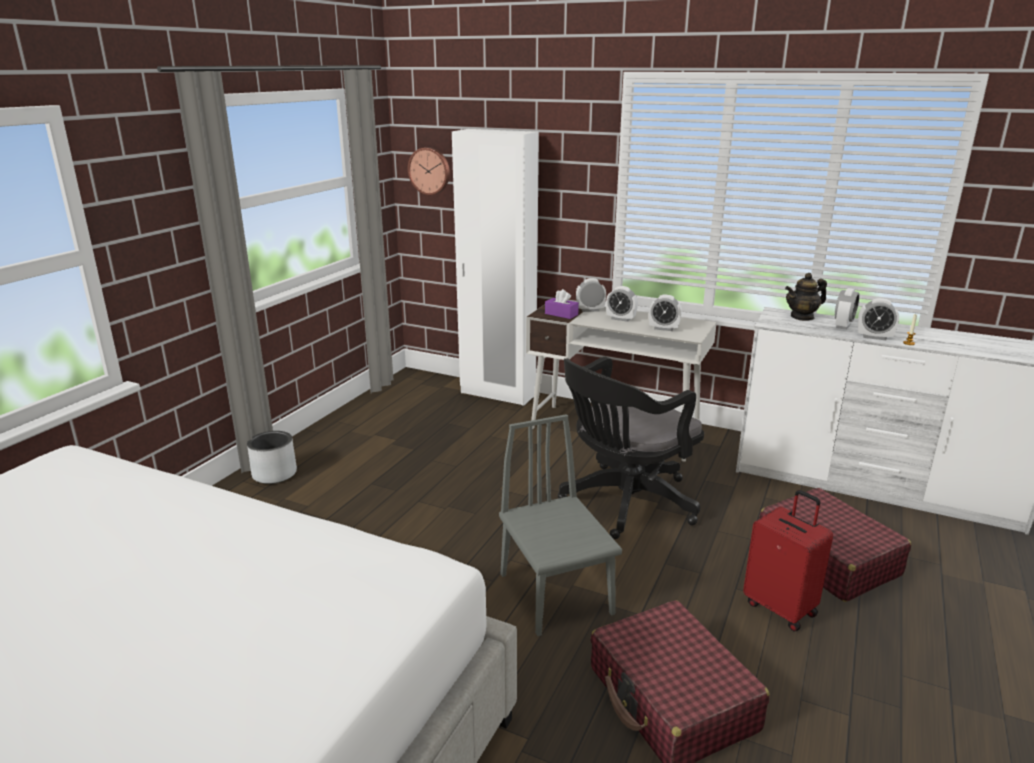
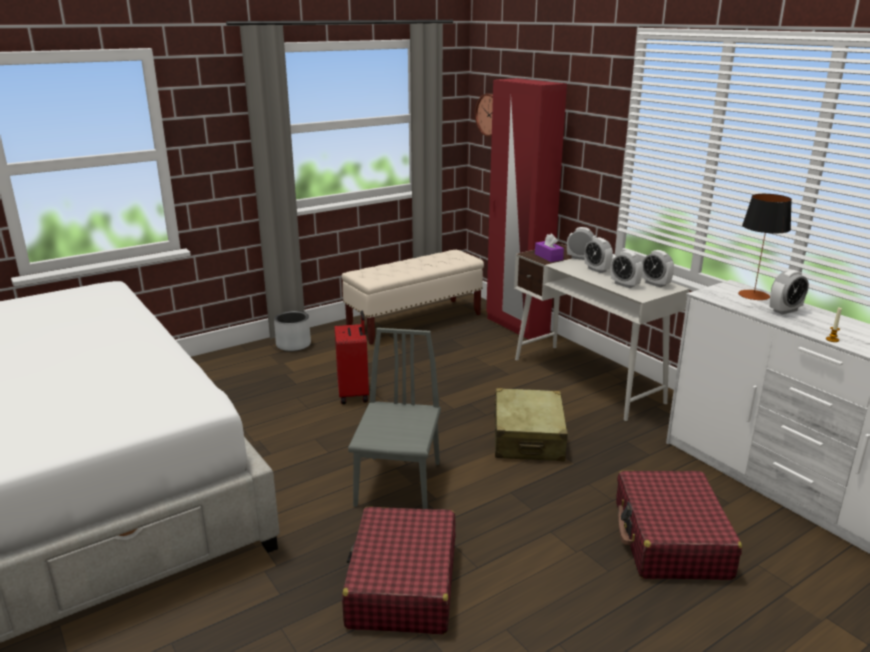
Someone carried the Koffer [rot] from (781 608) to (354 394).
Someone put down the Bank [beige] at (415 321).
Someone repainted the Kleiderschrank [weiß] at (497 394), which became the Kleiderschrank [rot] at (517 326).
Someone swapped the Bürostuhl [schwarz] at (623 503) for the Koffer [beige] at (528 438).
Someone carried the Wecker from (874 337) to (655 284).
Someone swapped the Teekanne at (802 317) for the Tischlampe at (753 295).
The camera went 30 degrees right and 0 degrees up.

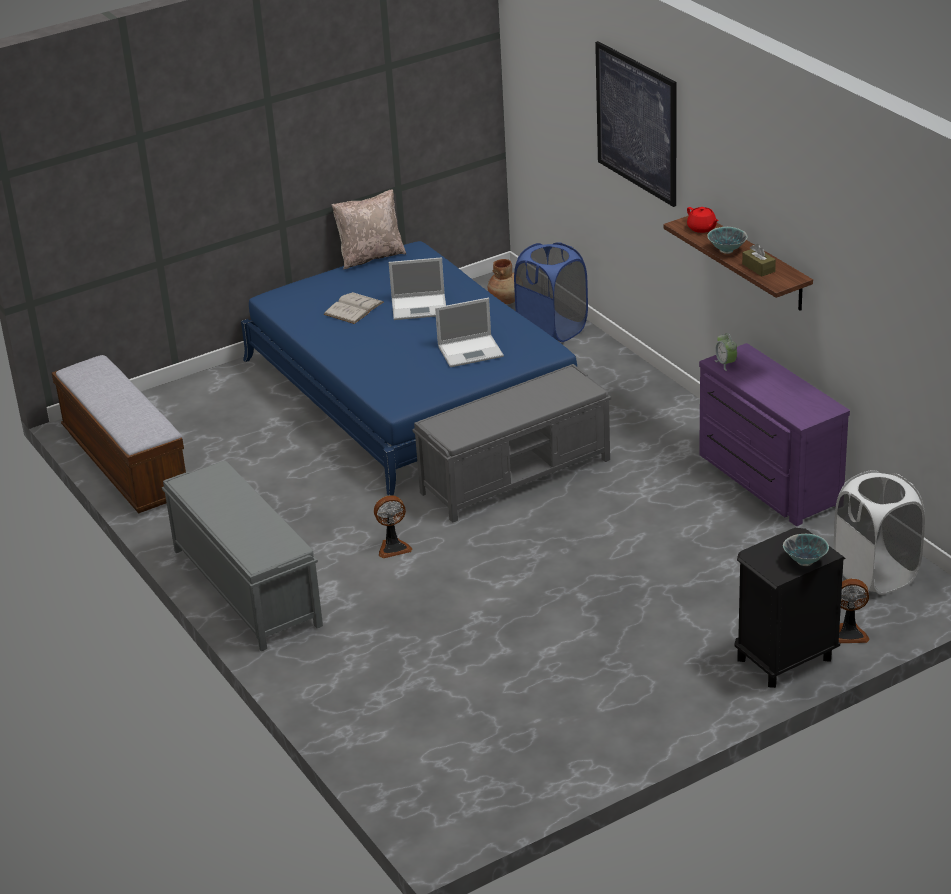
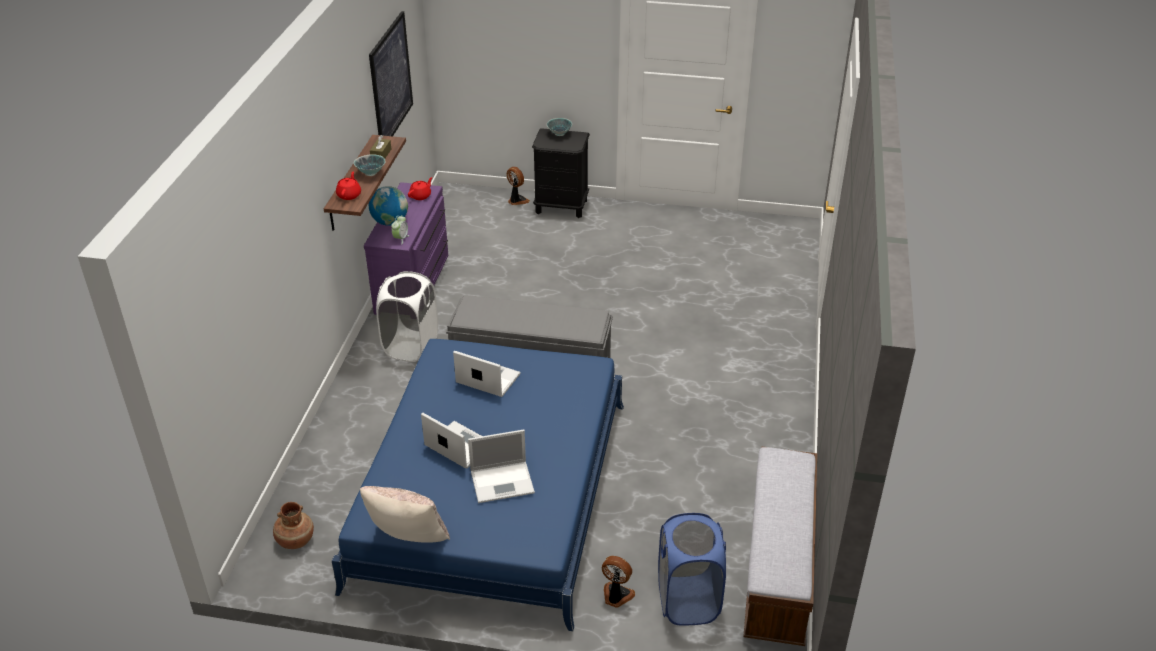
Someone carried the Bild from (637 123) to (391 80).
Someone put down the Globus at (390 222).
Someone carried the Wäschekorb [weiß] from (876 574) to (411 346).
Someone put down the Teekanne [rot] at (421 196).
Someone swapped the Buch [weiß] at (353 308) for the Laptop at (503 481).
Someone carried the Ventilator from (393 547) to (616 596).
Someone carried the Wäschekorb [blau] from (552 329) to (687 601).
Someone took away the Bank [grau] at (245 587).
The camera went 140 degrees left and 5 degrees up.

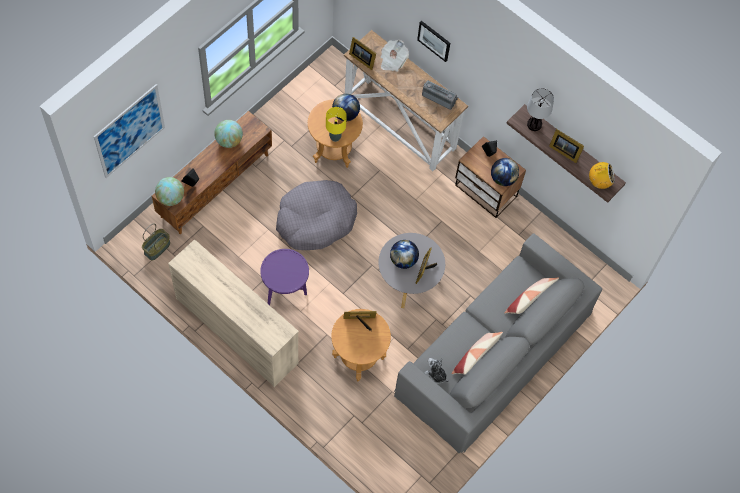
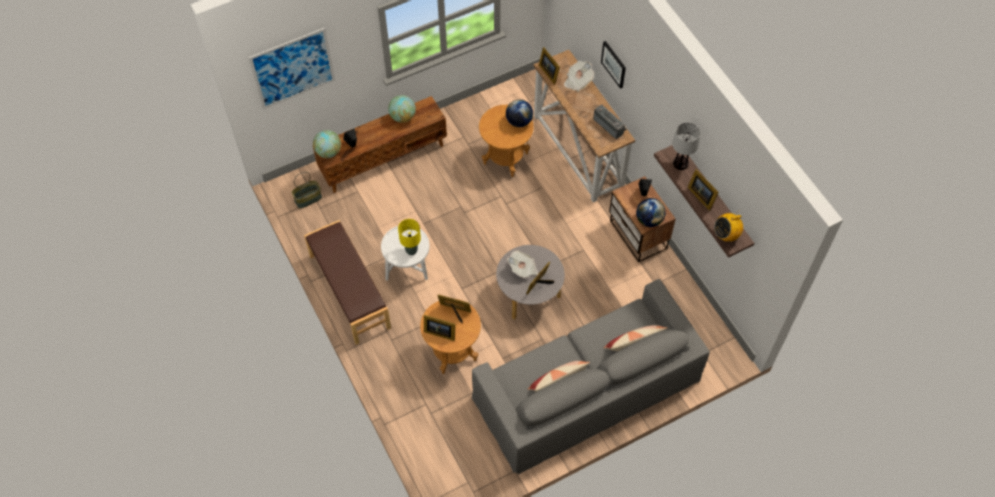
Someone swapped the Kommode [beige] at (237 330) for the Bank [braun] at (349 292).
Someone repainted the Beistelltisch [lila] at (285 291), which became the Beistelltisch [weiß] at (408 270).
Someone carried the Tischlampe [gelb] from (335 137) to (411 250).
Someone put down the Bilderrahmen at (439 332).
Someone swapped the Globus at (403 260) for the Zeitung at (523 269).
Someone rotated the Radio at (599 182) by 135 degrees clockwise.
Someone took away the Hundebett [grau] at (315 220).
Someone took away the Plüschtier at (435 375).
The camera went 25 degrees right and 5 degrees down.

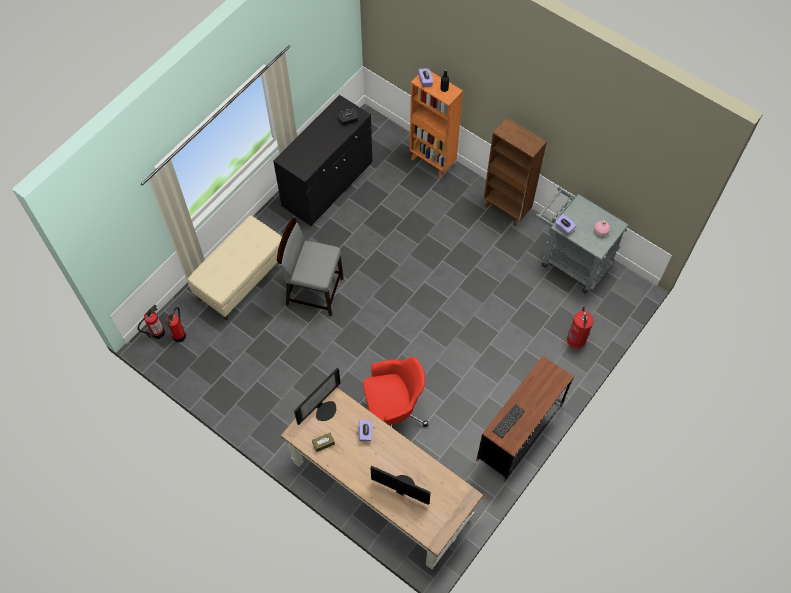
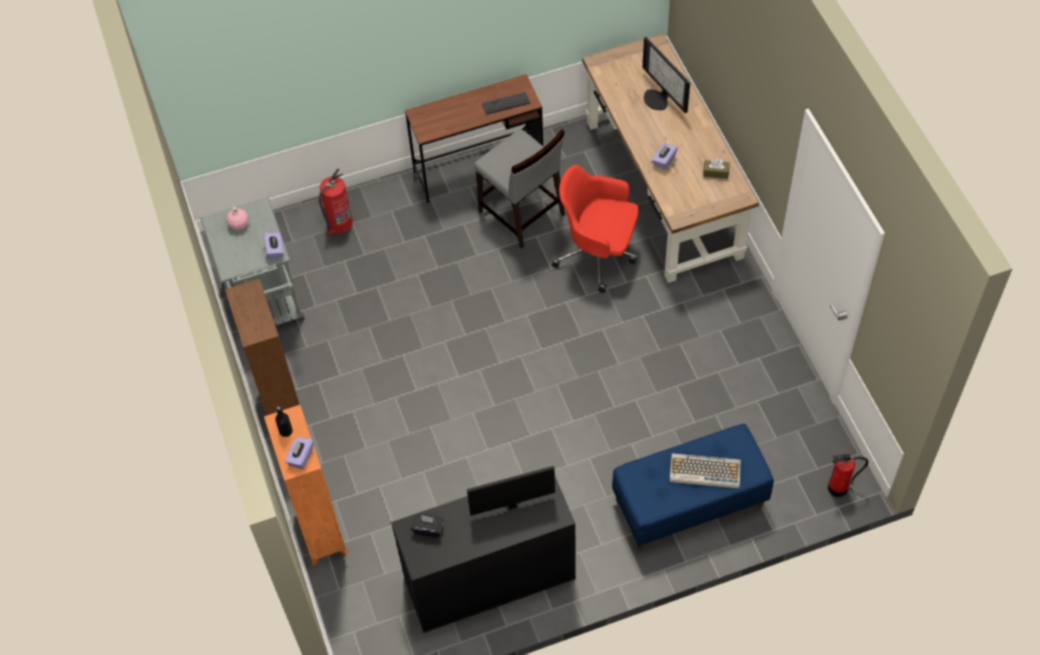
Someone carried the Monitor from (324 409) to (509 499).
Someone carried the Stuhl [grau] from (314 291) to (522 214).
Someone repainted the Bank [beige] at (241 278), which became the Bank [blau] at (689 504).
Someone put down the Tastatur at (704 471).
Someone took away the Feuerlöscher at (179 336).
The camera went 145 degrees left and 5 degrees down.

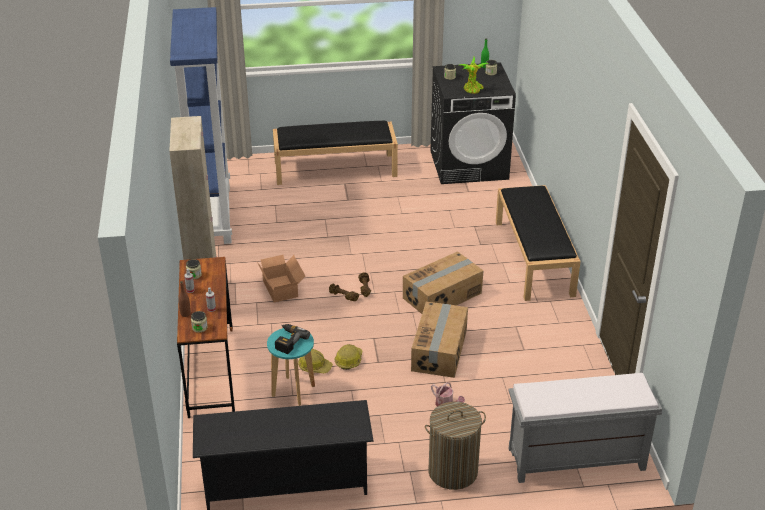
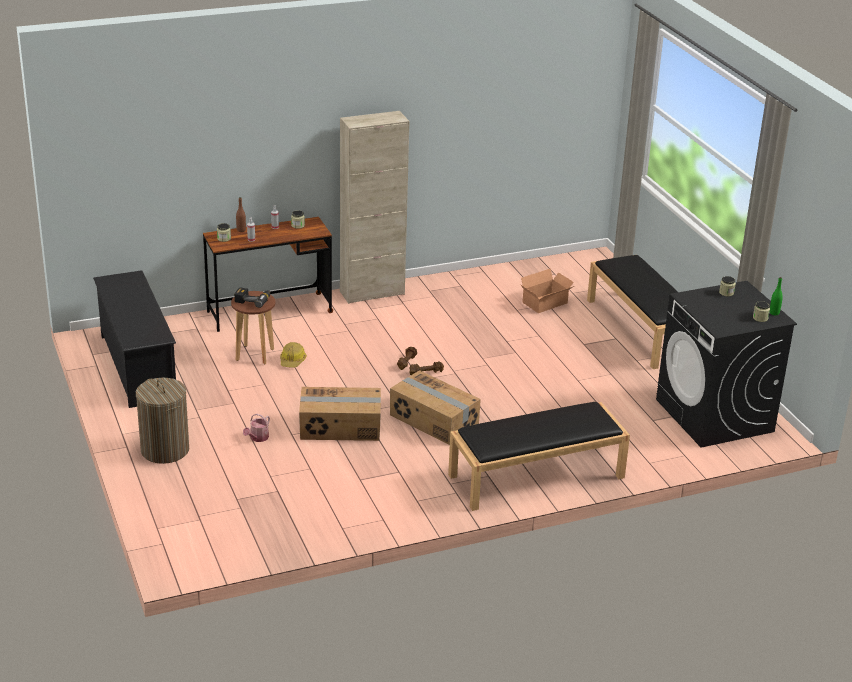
Someone repainted the Hocker [türkis] at (293 391), which became the Hocker [braun] at (255 355).
Someone carried the Karton from (281 288) to (546 303).
Someone took away the Bücherregal [blau] at (212 215).
Someone took away the Schutzhelm at (349 360).
Someone took away the Topfpflanze at (472 90).
Someone took away the Bank [grau] at (575 460).
The camera went 75 degrees right and 5 degrees down.

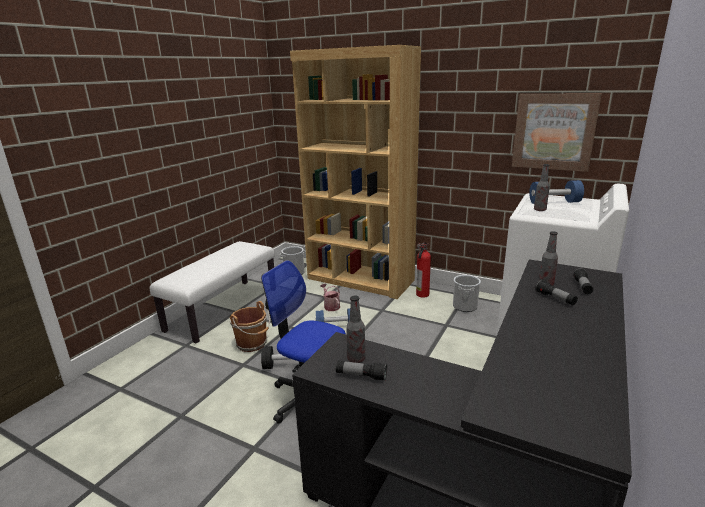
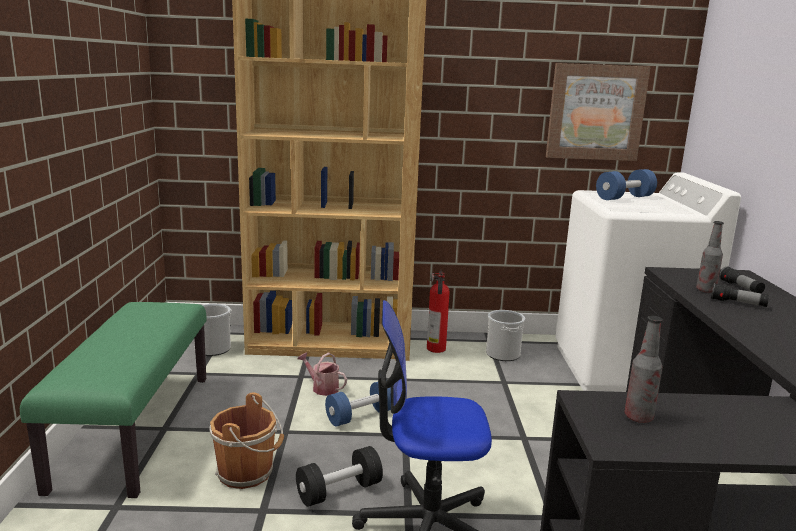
Someone repainted the Bank [weiß] at (223 309), which became the Bank [grün] at (134 429).
Someone took away the Taschenlampe at (361 376).
Someone took away the Flasche at (539 210).
The camera went 30 degrees left and 5 degrees down.

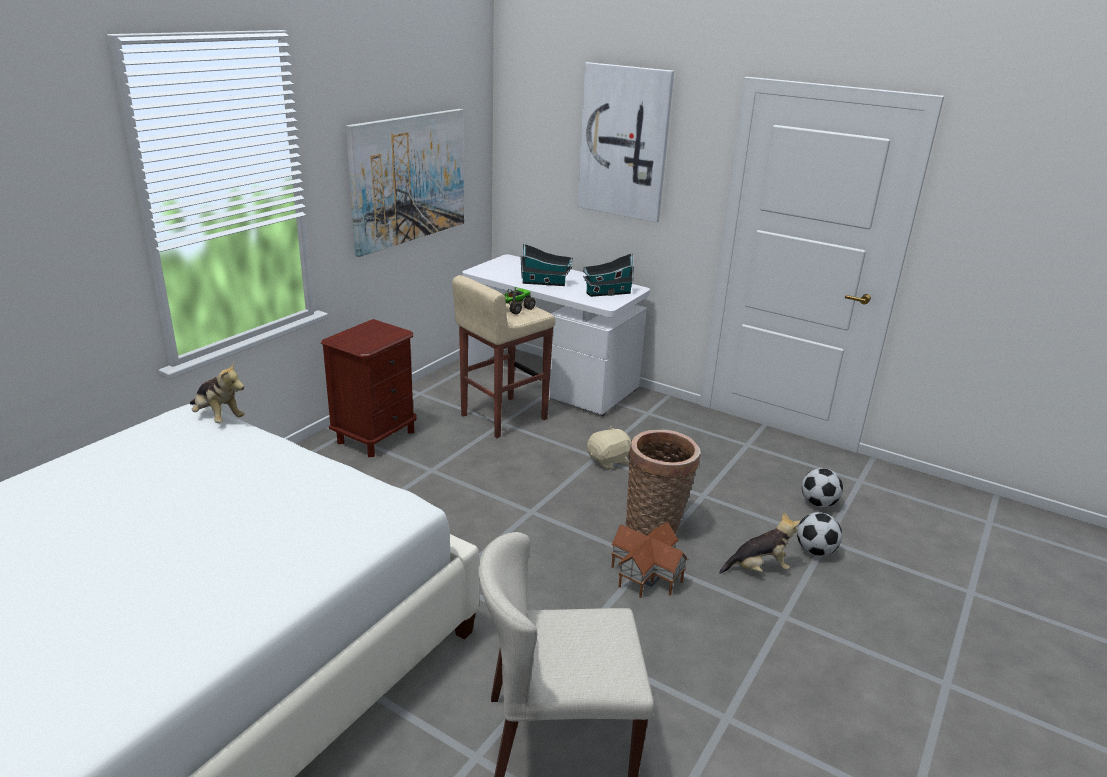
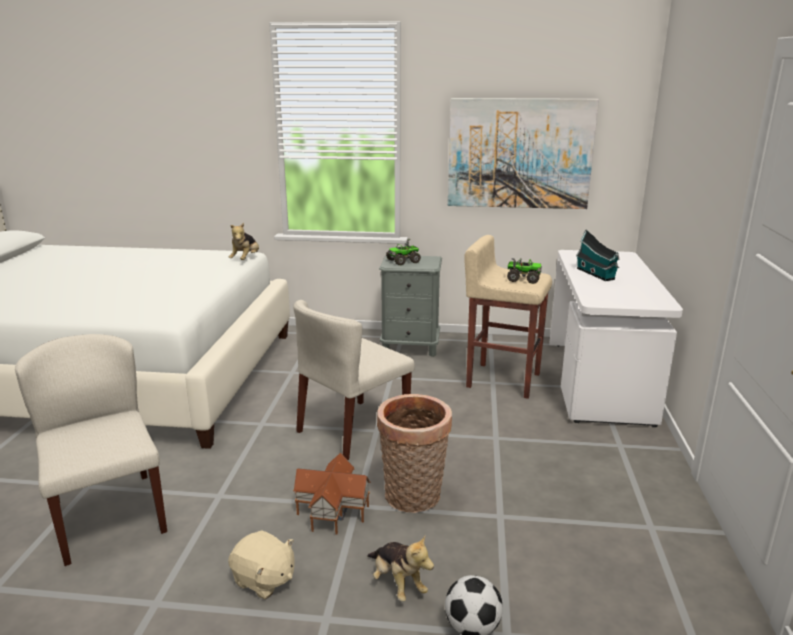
Someone carried the Plüschtier [beige] from (609 461) to (264 580).
Someone put down the Stuhl [beige] at (353 429).
Someone repainted the Nachttisch [braun] at (376 437), which became the Nachttisch [grau] at (410 347).
Someone put down the Spielzeuglaster at (403 261).
Someone took away the Bild at (624 142).
Someone took away the Spielzeughaus at (606 293).
Someone took away the Fußball at (818 504).
The camera went 65 degrees right and 5 degrees down.

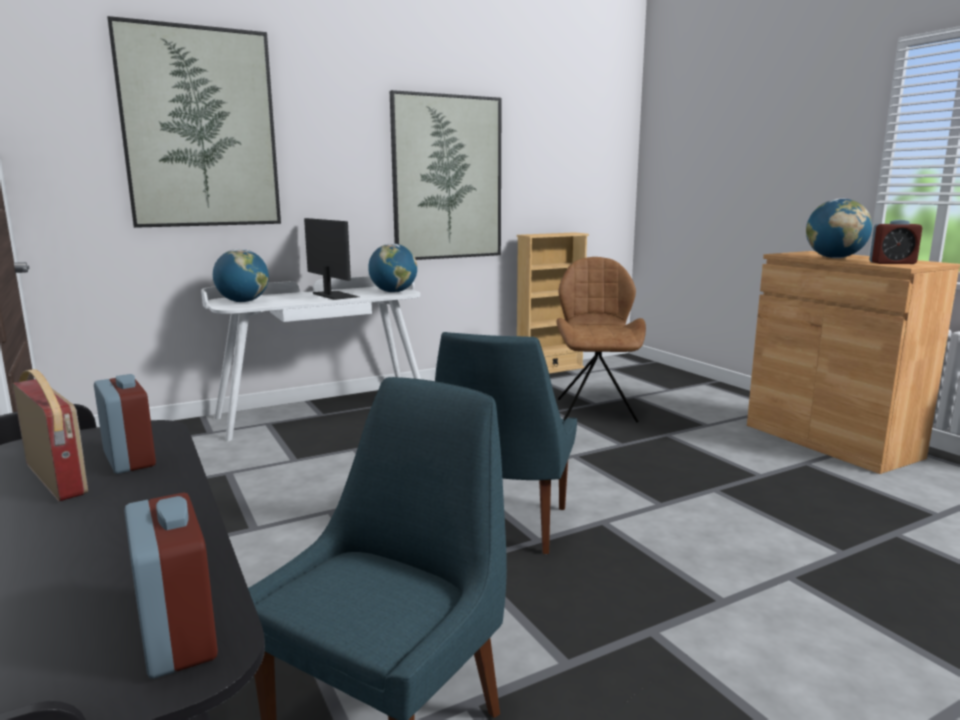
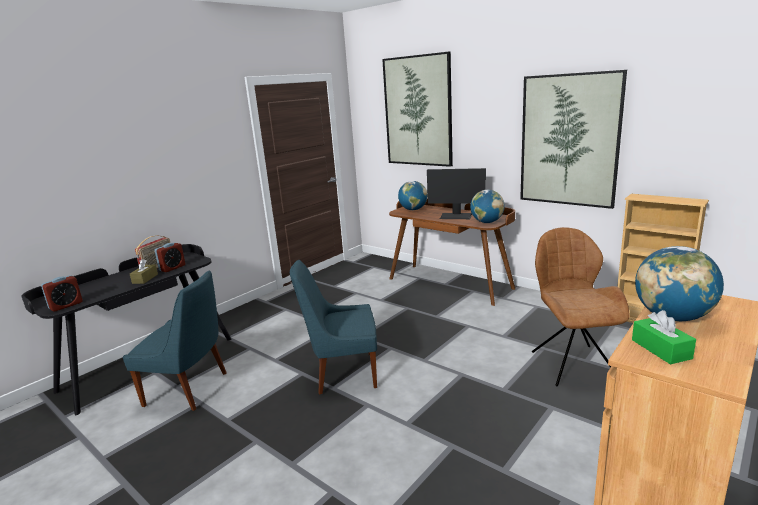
Someone put down the Taschentuchbox [braun] at (145 279).
Someone repainted the Schreibtisch [weiß] at (323 412), which became the Schreibtisch [braun] at (450 283).
Someone rotated the Monitor at (334 295) by 75 degrees clockwise.
Someone rotated the Stuhl [braun] at (595 409) by 75 degrees counterclockwise.
Someone swapped the Wecker at (892 263) for the Taschentuchbox [grün] at (661 349).
The camera went 70 degrees right and 5 degrees up.

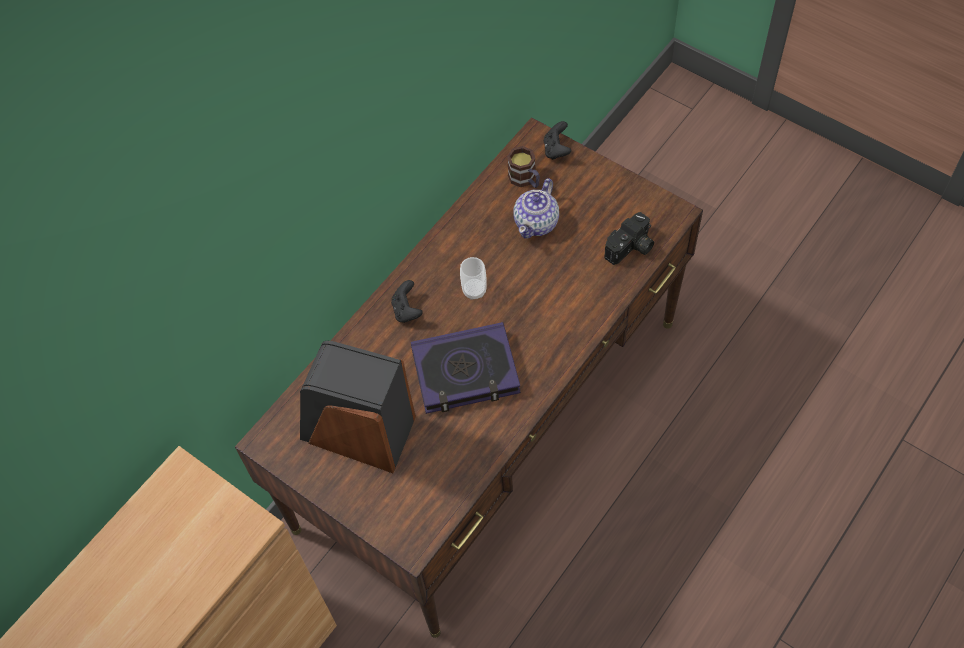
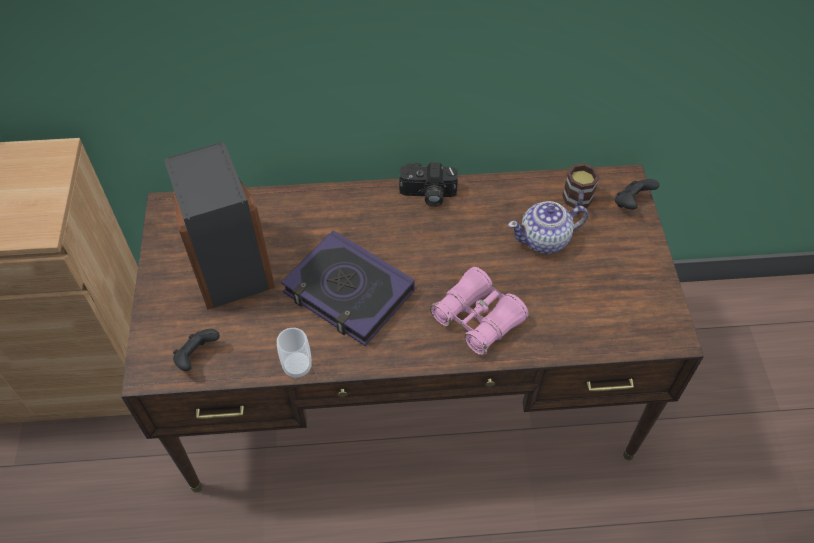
Someone carried the Gamepad [schwarz] from (407 310) to (197 356).
Someone carried the Tasse from (474 290) to (297 366).
Someone carried the Kamera from (631 248) to (427 194).
Someone put down the Fernglas [rosa] at (477 319).
The camera went 45 degrees right and 5 degrees down.

